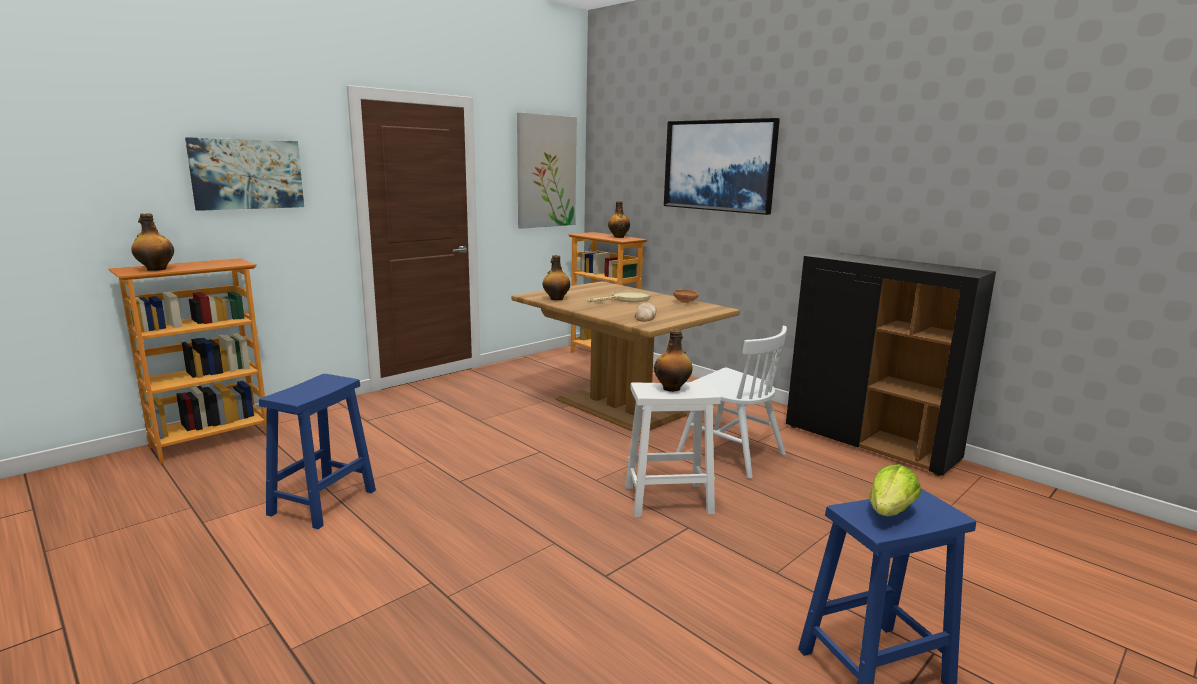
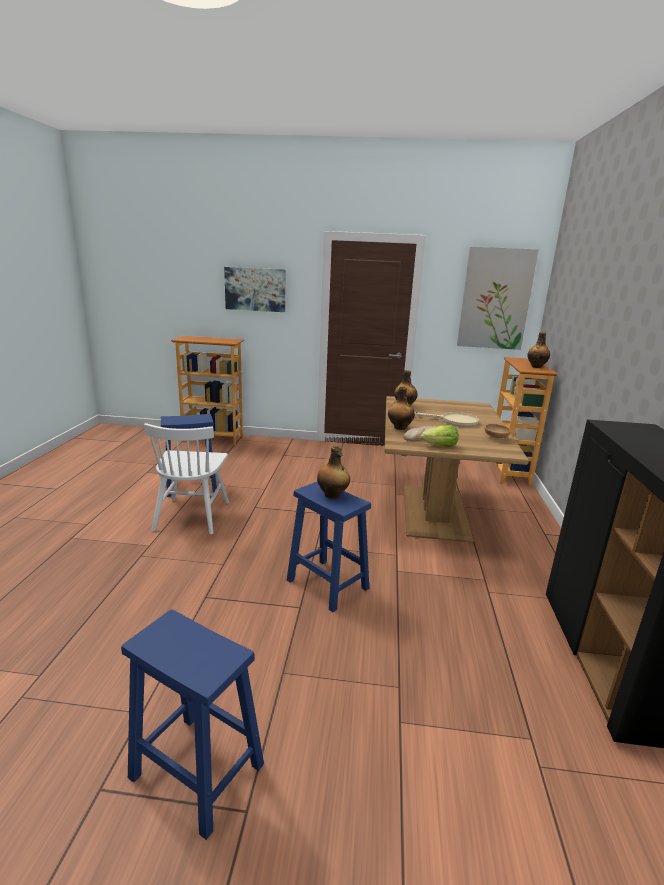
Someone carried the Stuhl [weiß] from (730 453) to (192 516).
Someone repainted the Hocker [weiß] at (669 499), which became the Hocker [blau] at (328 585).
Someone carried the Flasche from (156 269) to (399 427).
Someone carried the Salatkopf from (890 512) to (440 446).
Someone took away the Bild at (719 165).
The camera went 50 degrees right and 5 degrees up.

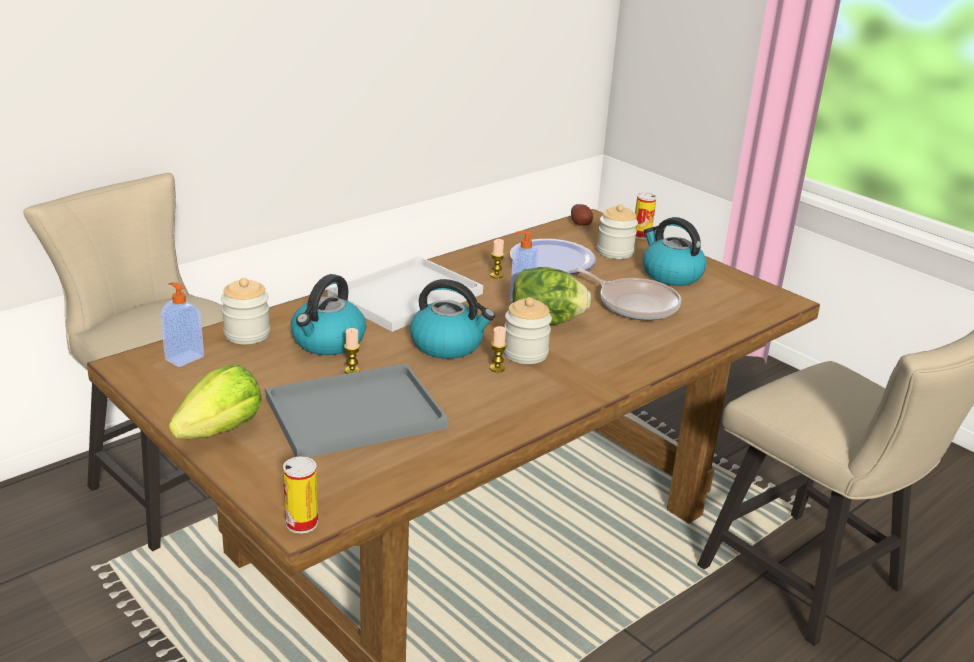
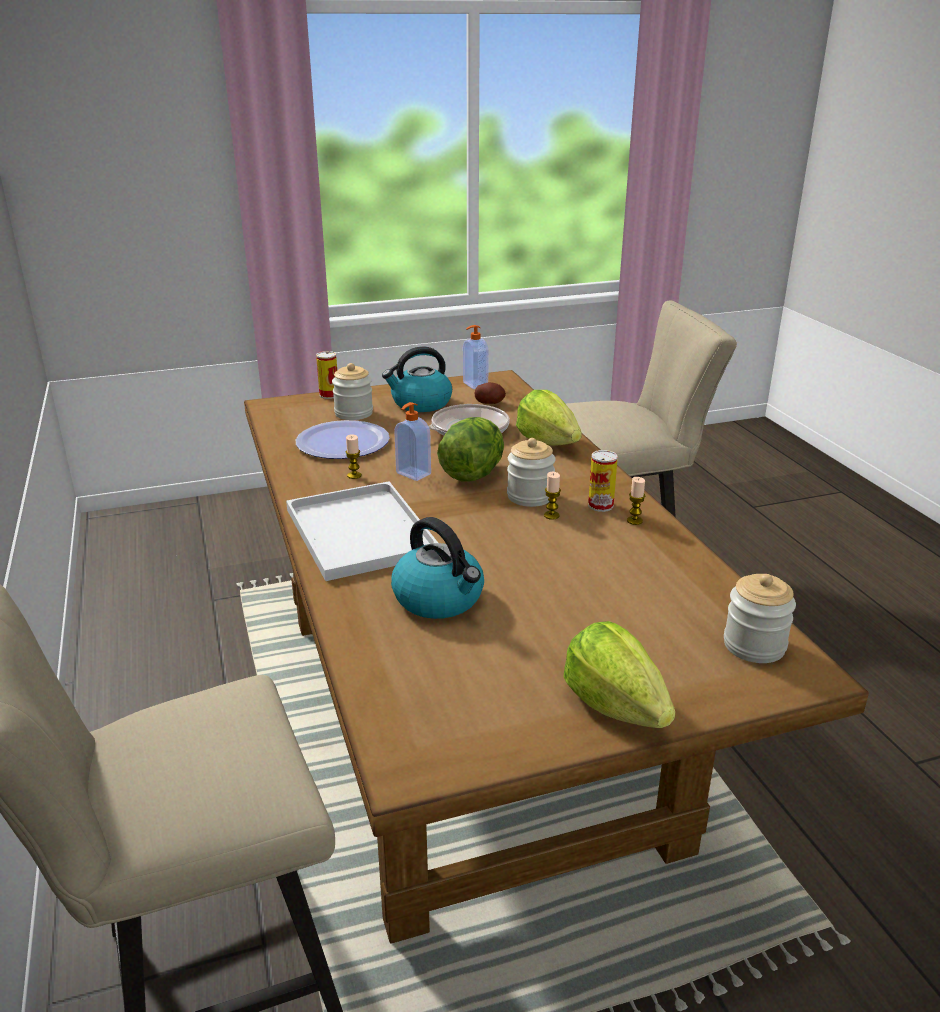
Someone carried the Seifenspender from (184 358) to (474 385).
Someone carried the Kartoffel from (581 224) to (489 403).
Someone put down the Salatkopf at (548 441).
Someone carried the Dose from (301 523) to (600 505).
Someone carried the Kerze from (352 371) to (634 521).
Someone carried the Vorratsglas from (247 334) to (754 645).
Someone took away the Tablett [grau] at (352 414).
Someone took away the Wasserkessel at (448 344).
The camera went 65 degrees left and 0 degrees up.

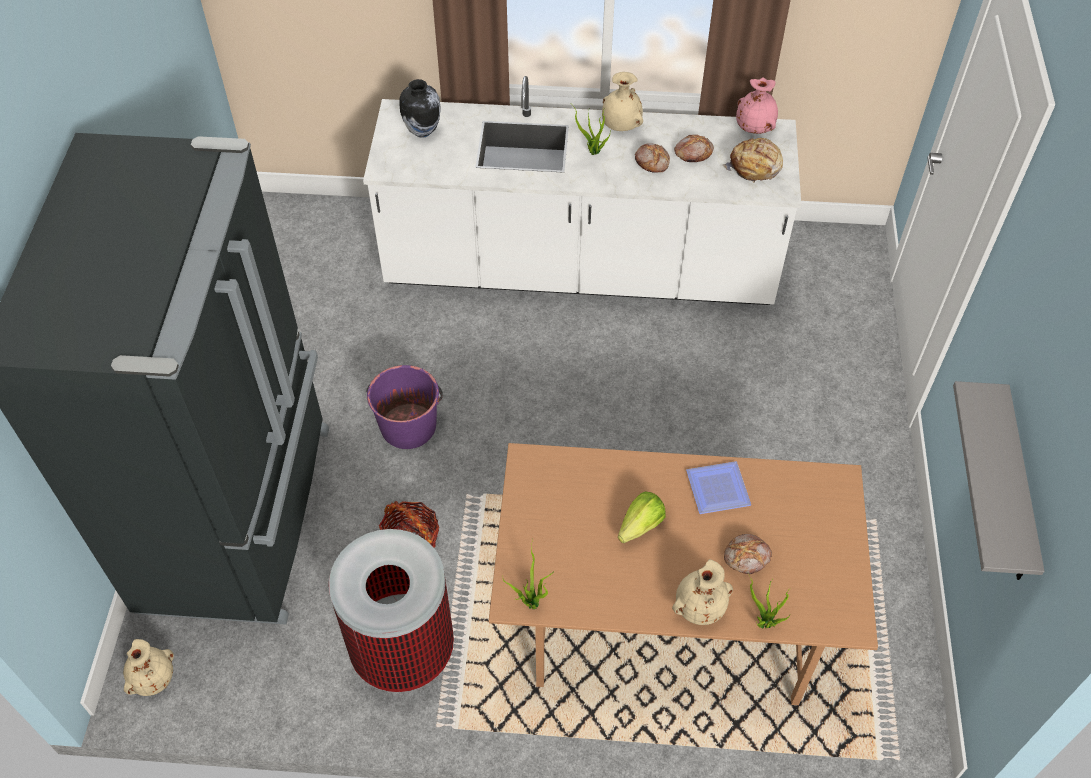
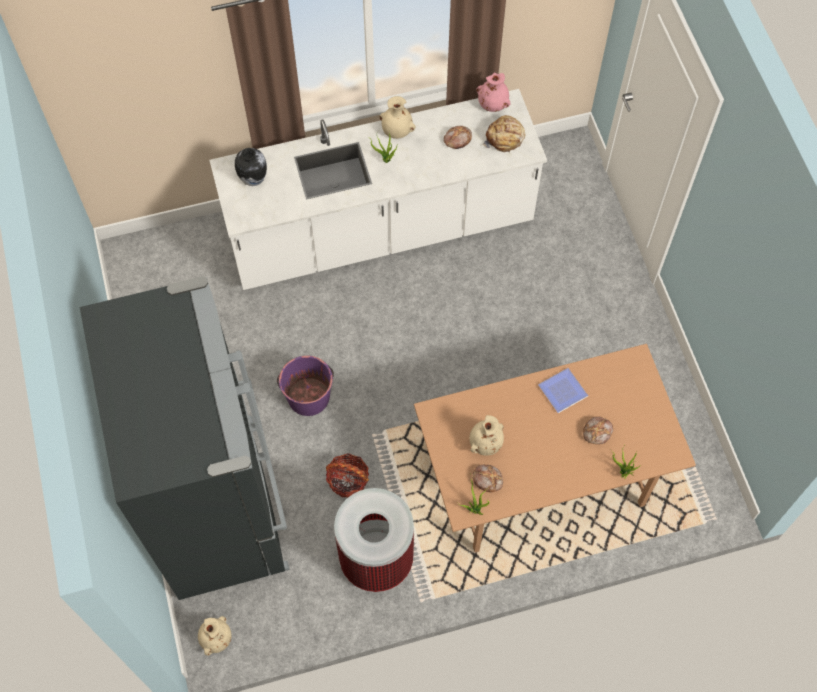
Someone carried the Vase [beige] from (699 607) to (485 443).
Someone carried the Brot from (652 162) to (487 479).
Someone took away the Salatkopf at (640 526).
Someone took away the Wandregal [grau] at (1016 489).
The camera went 20 degrees left and 10 degrees up.

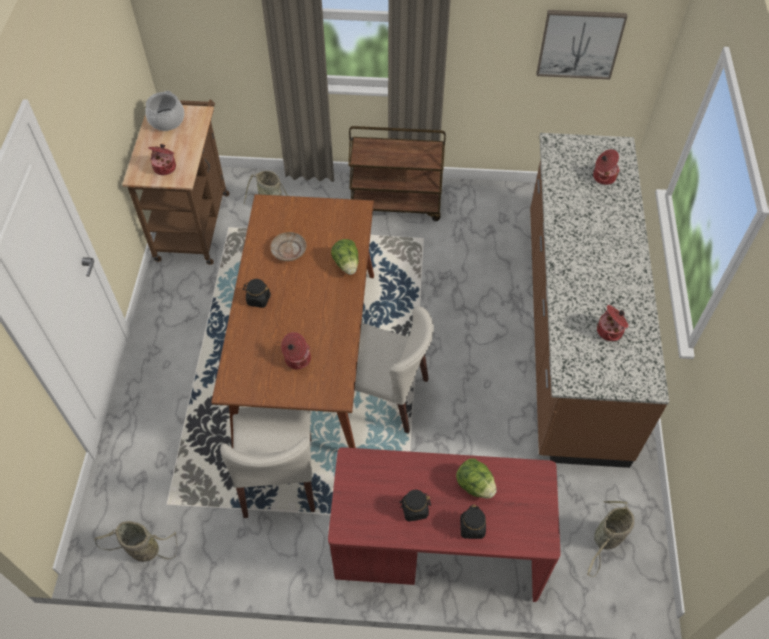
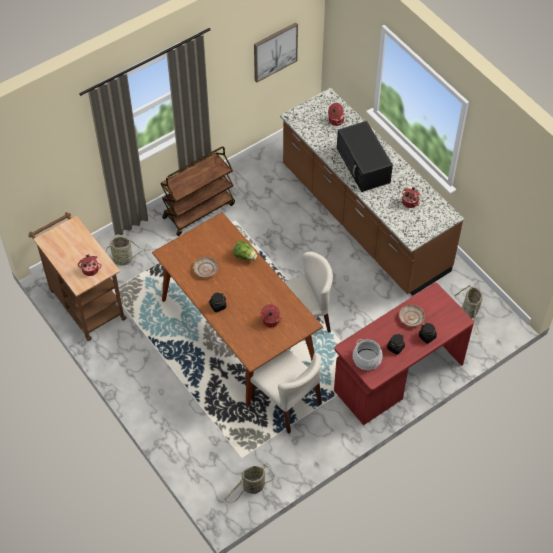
Someone put down the Mikrowelle [schwarz] at (364 165).
Someone carried the Kochtopf from (167 120) to (367 359).
Someone swapped the Salatkopf at (474 485) for the Teller [beige] at (411 318).
The camera went 40 degrees left and 0 degrees up.

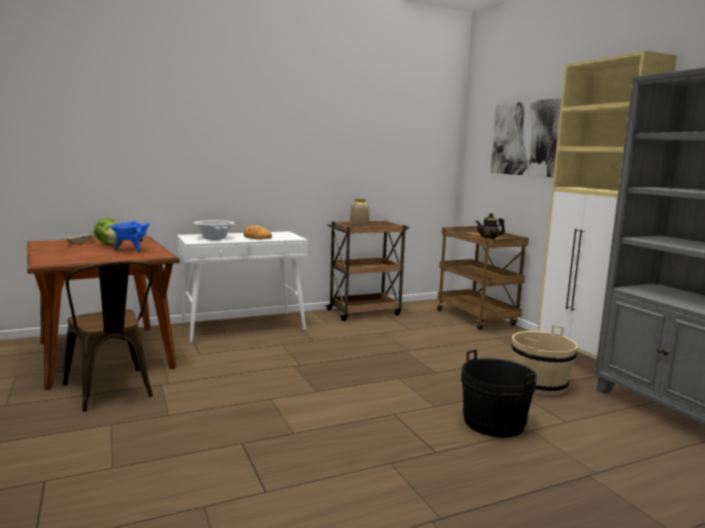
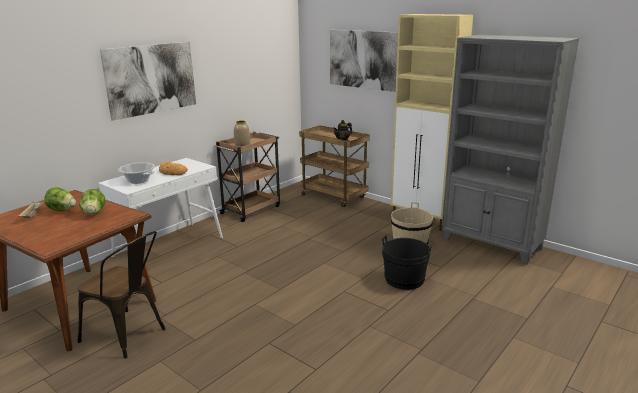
Someone swapped the Kochtopf [blau] at (131 250) for the Salatkopf at (94 213).
Someone put up the Bild at (151 79).
The camera went 25 degrees left and 10 degrees up.

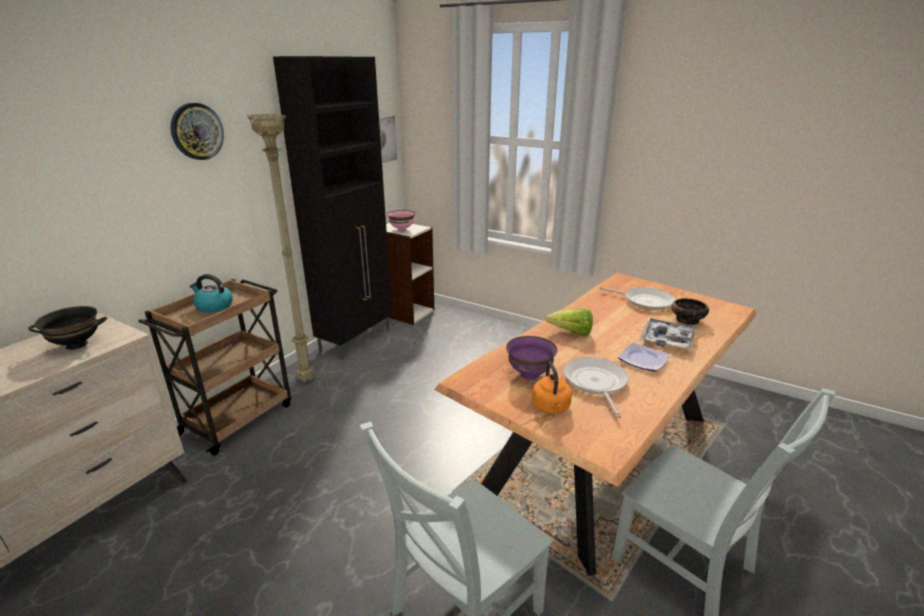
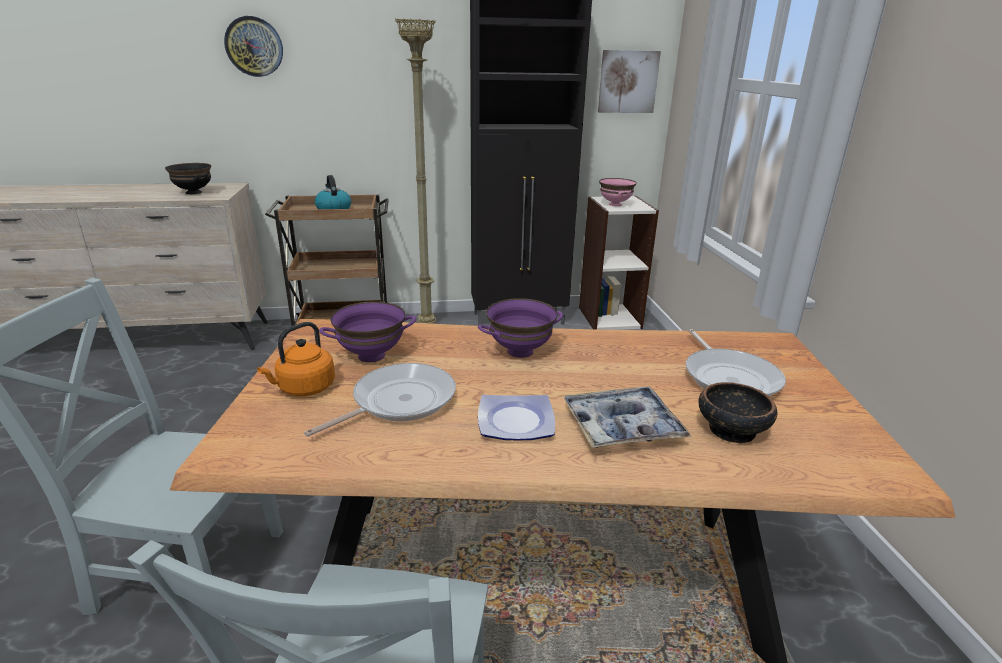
Someone carried the Wanduhr from (197 131) to (254 46).
Someone swapped the Salatkopf at (571 333) for the Schüssel [lila] at (520 352).
The camera went 50 degrees right and 0 degrees up.

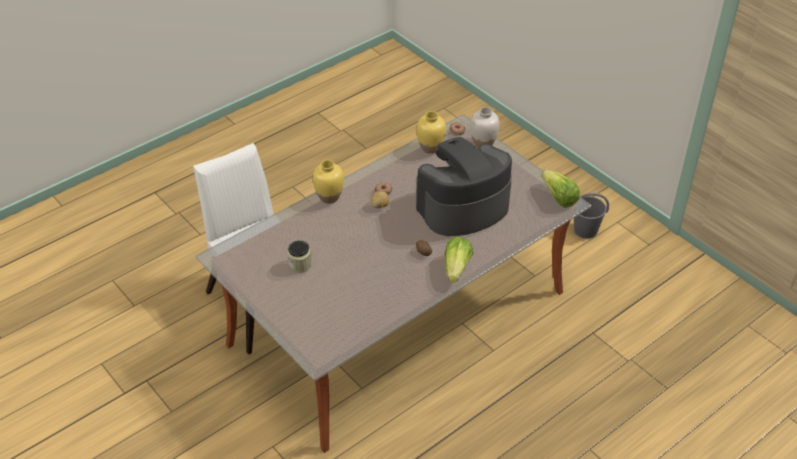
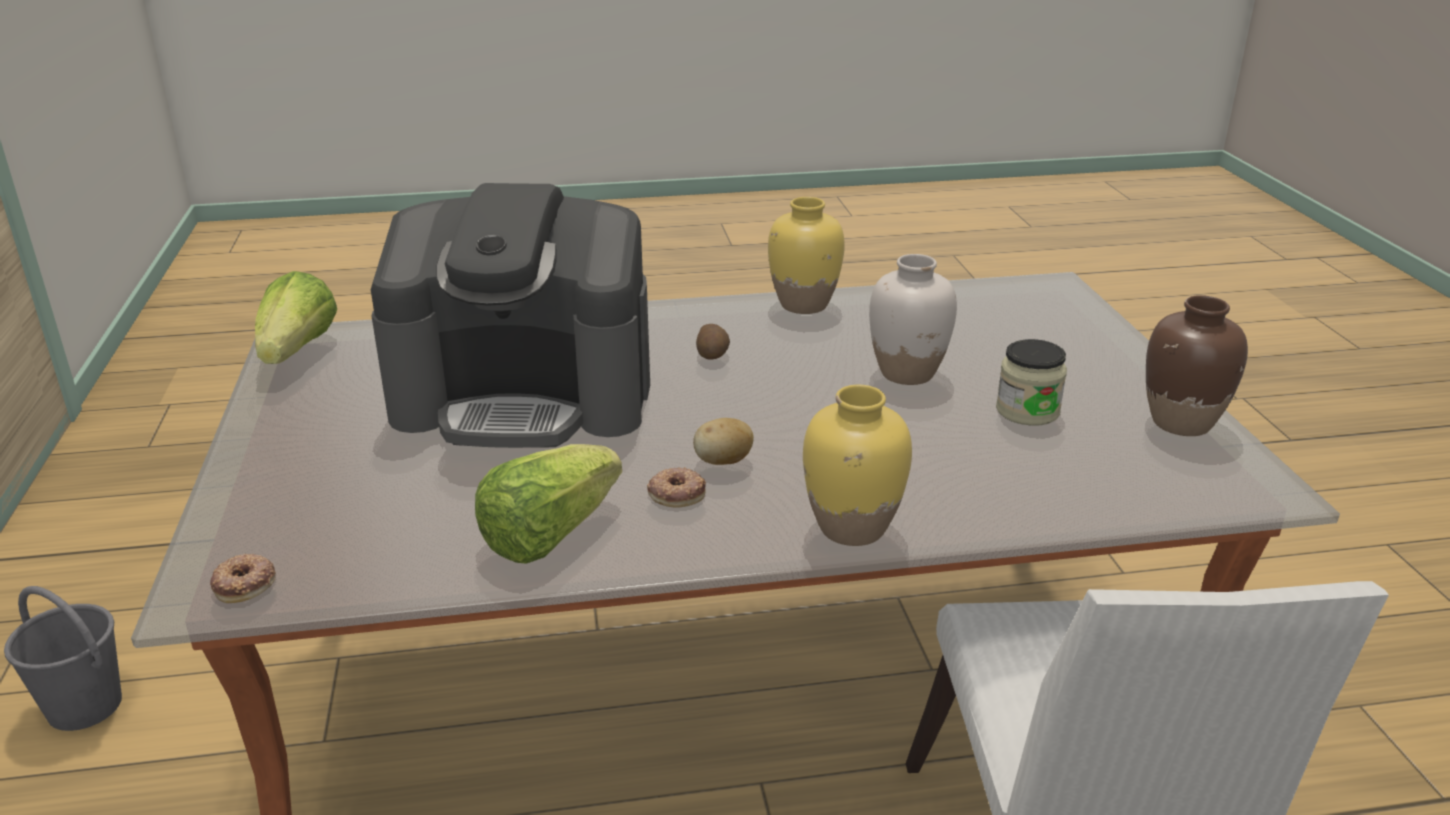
Someone carried the Salatkopf from (456 268) to (549 534).
Someone carried the Vase [gelb] from (430 148) to (804 305).
Someone carried the Vase [weiß] from (483 143) to (907 373).
Someone put down the Vase [braun] at (1182 423).
The camera went 150 degrees left and 15 degrees down.

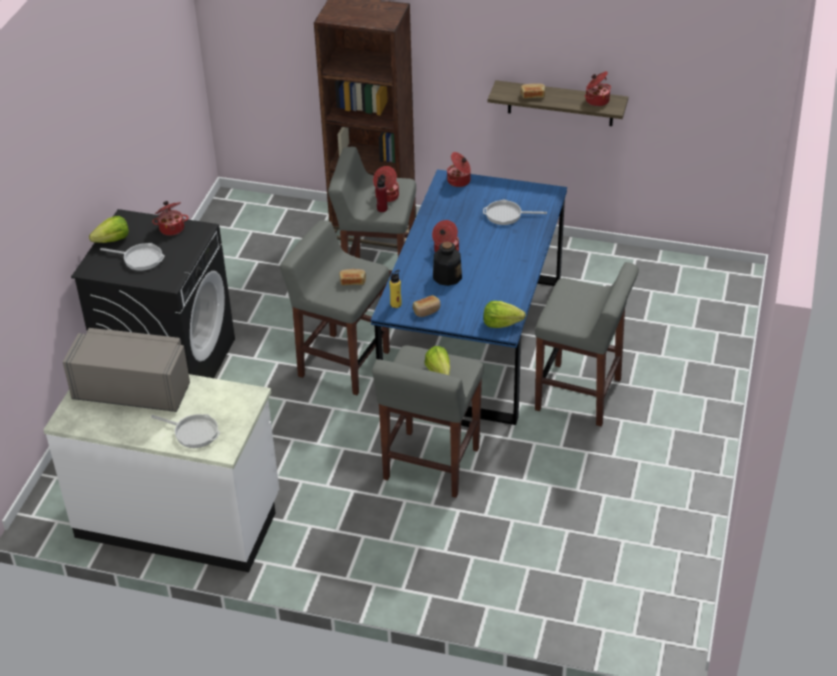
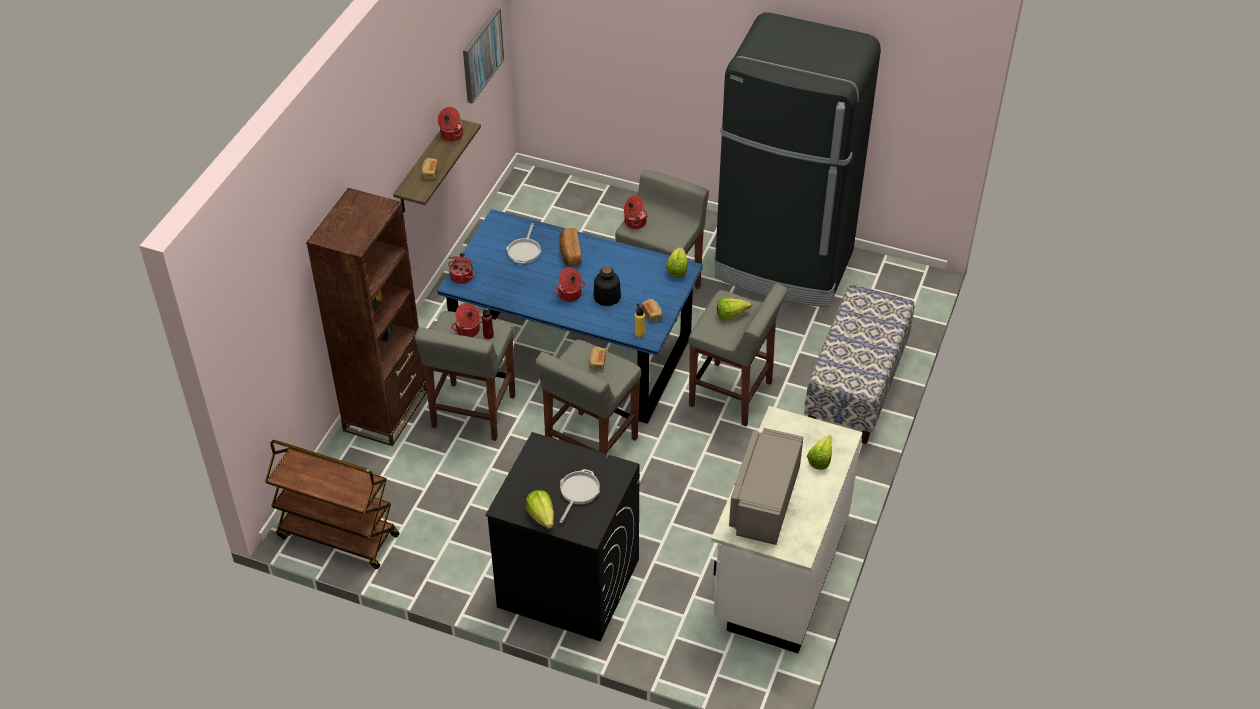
Someone put down the Rollwagen [braun] at (337 536).
Someone put up the Bild at (481 54).
Someone put down the Brot at (570 253).
Someone carried the Kochtopf from (171 228) to (634 222).
Someone put down the Kühlschrank [schwarz] at (784 266).
Someone put down the Bank at (856 387).
Someone swapped the Pfanne at (193 432) for the Salatkopf at (822 457).
The camera went 85 degrees left and 5 degrees up.

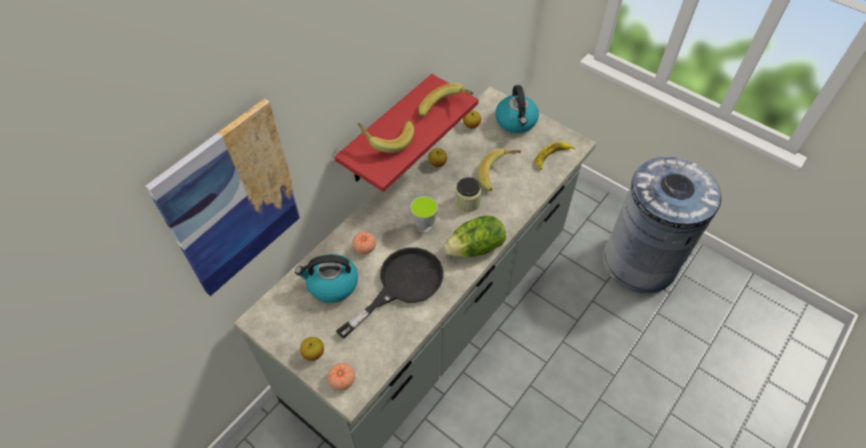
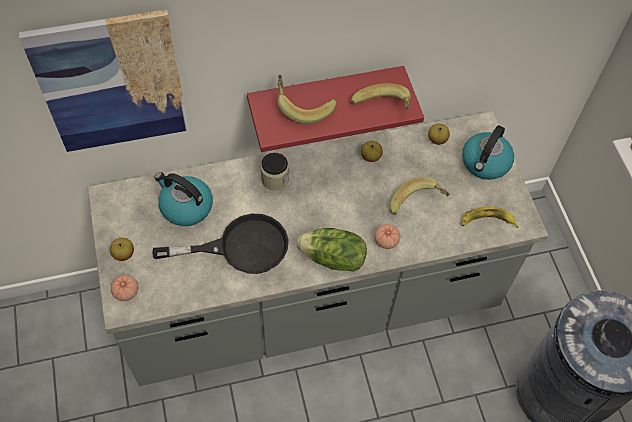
Someone carried the Vorratsglas from (467 202) to (275 179).
Someone carried the Tomate from (364 247) to (386 241).
Someone took away the Tasse at (424 227).
The camera went 35 degrees right and 5 degrees up.

